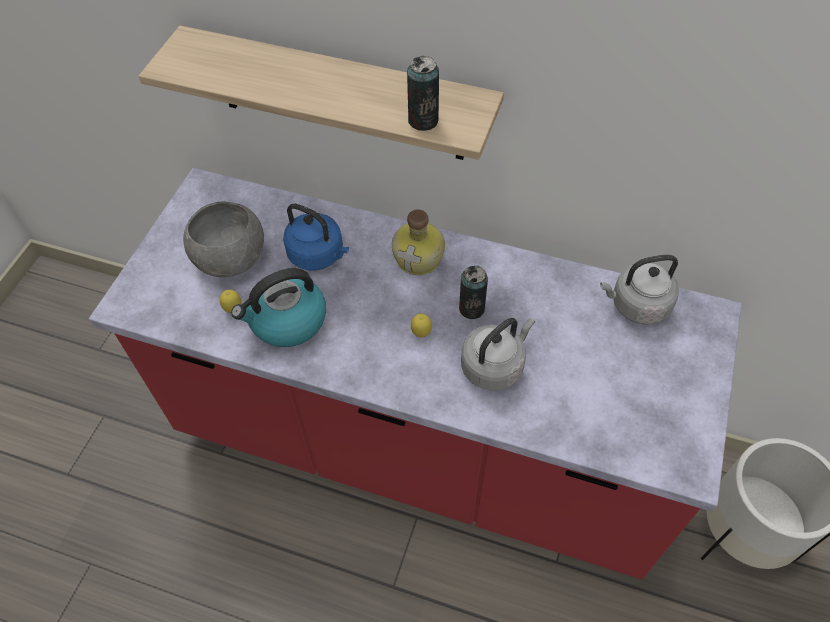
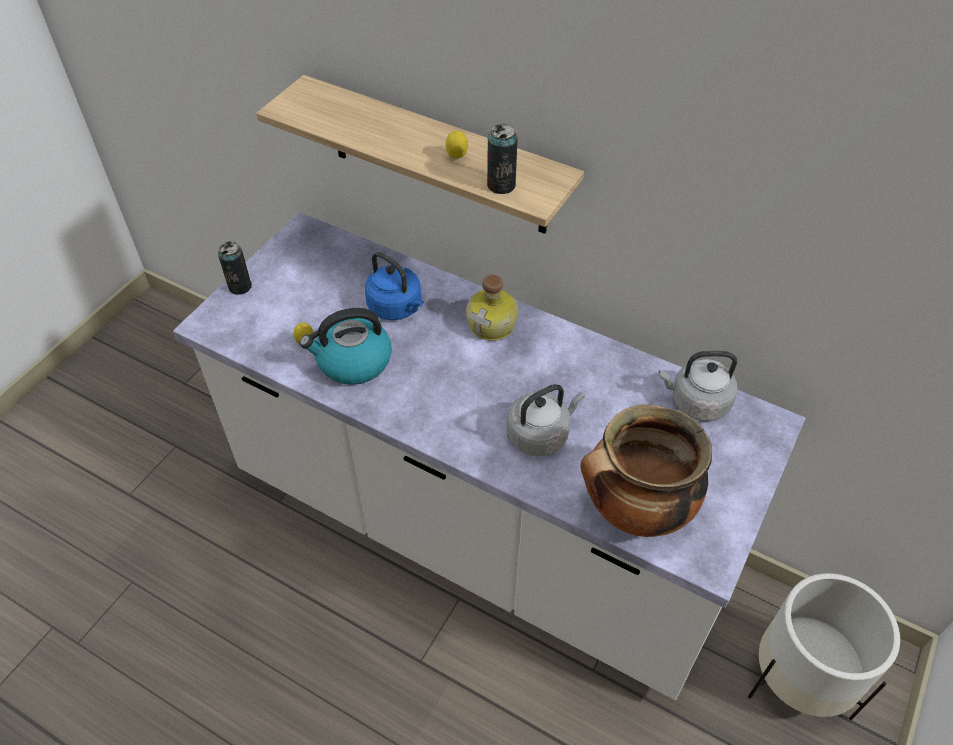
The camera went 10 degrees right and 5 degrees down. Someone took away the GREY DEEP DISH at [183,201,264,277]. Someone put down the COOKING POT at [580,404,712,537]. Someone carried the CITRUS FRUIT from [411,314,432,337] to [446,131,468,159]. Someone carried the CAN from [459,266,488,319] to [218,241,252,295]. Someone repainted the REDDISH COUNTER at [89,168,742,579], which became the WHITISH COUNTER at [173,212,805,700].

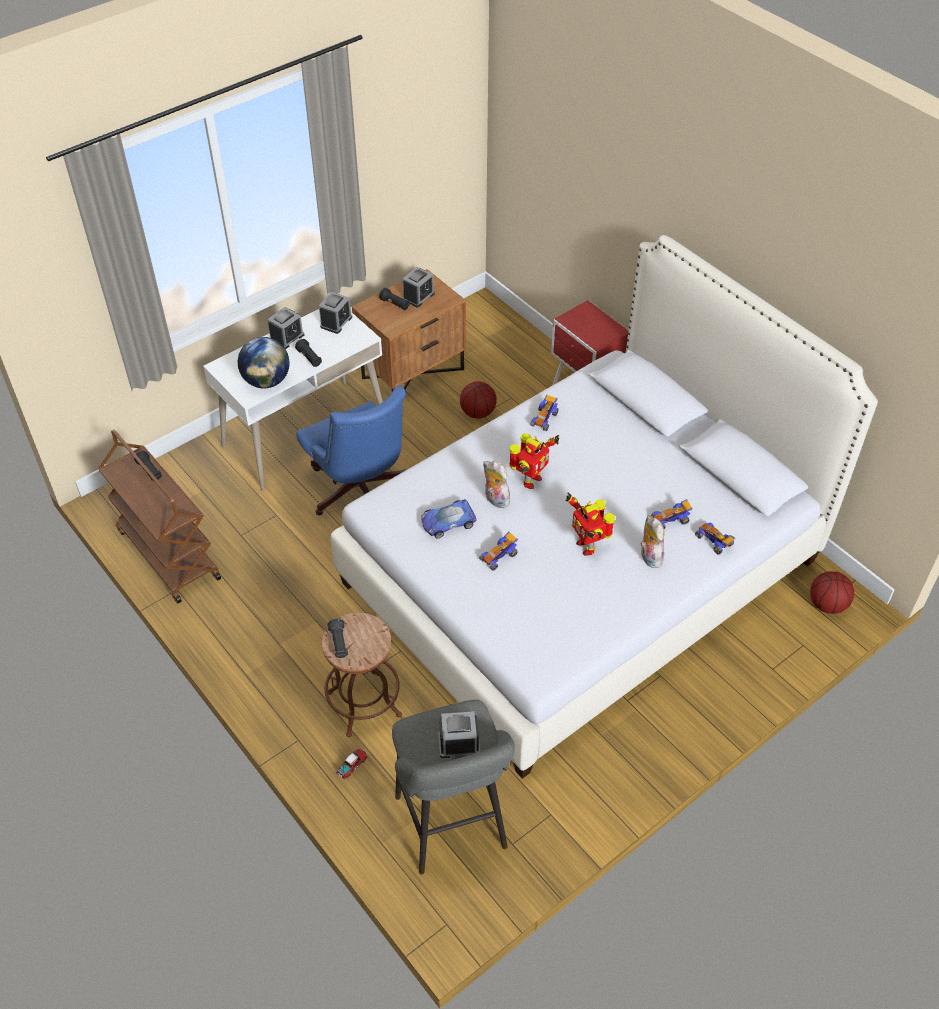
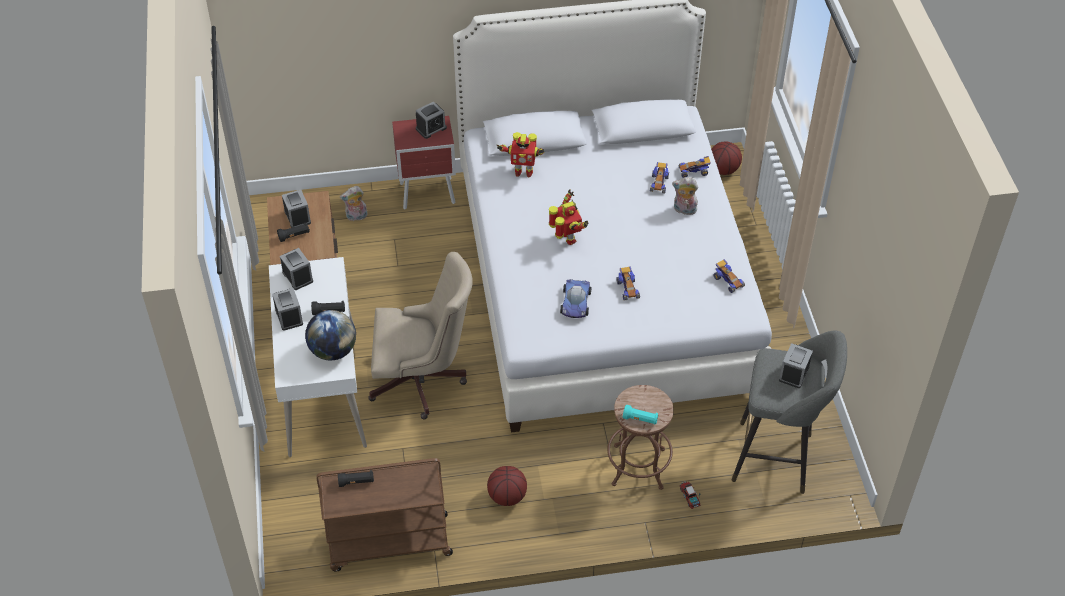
The camera went 60 degrees left and 0 degrees up. Someone put down the TABLE CLOCK at [416,102,447,139]. Someone carried the BASKETBALL BALL from [460,381,497,419] to [487,466,527,506]. Someone carried the CUDDLY TOY from [483,461,510,508] to [340,186,368,221]. Someone carried the MINIATURE CAR from [530,394,559,431] to [714,259,745,293]. Someone carried the MODEL ROBOT from [566,492,615,556] to [497,132,545,177]. Someone repainted the BLUE COMPUTER CHAIR at [296,385,409,515], which became the BEIGE-COLOURED COMPUTER CHAIR at [368,252,473,419]. Someone repainted the BLACK-COLOURED TORCH at [327,618,348,658], which became the TURQUOISE-COLOURED TORCH at [623,405,658,424].

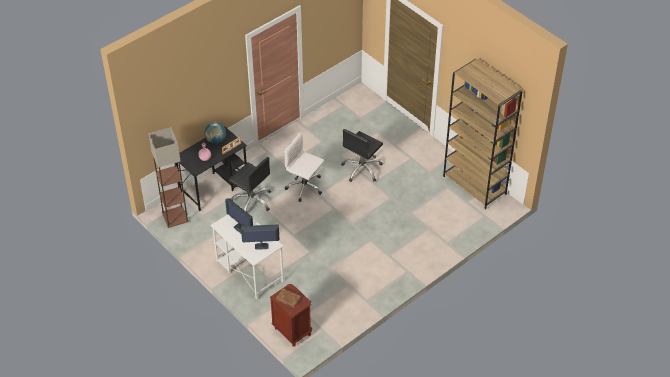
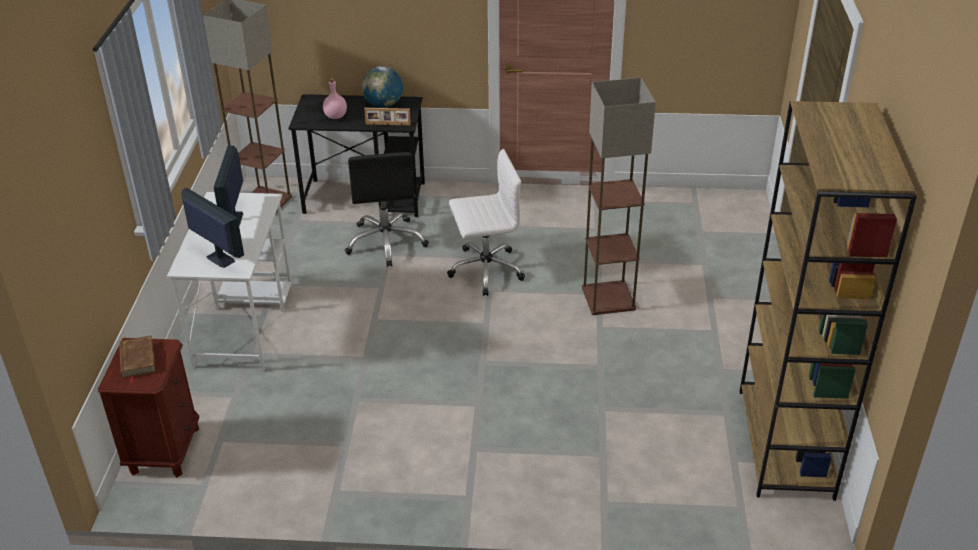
The camera went 45 degrees right and 10 degrees down. Someone swapped the BLACK-COLOURED COMPUTER CHAIR at [341,129,383,182] for the FLOOR LAMP at [582,78,656,315]. Someone rotated the WHITISH COMPUTER CHAIR at [284,132,324,202] by 90 degrees clockwise.

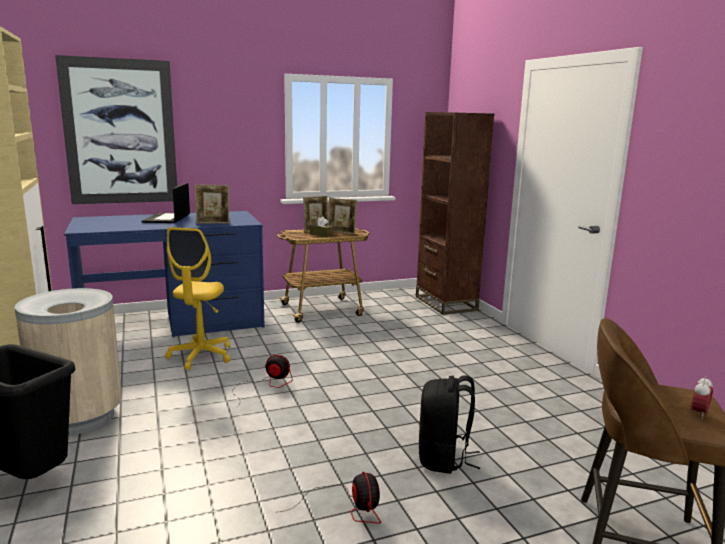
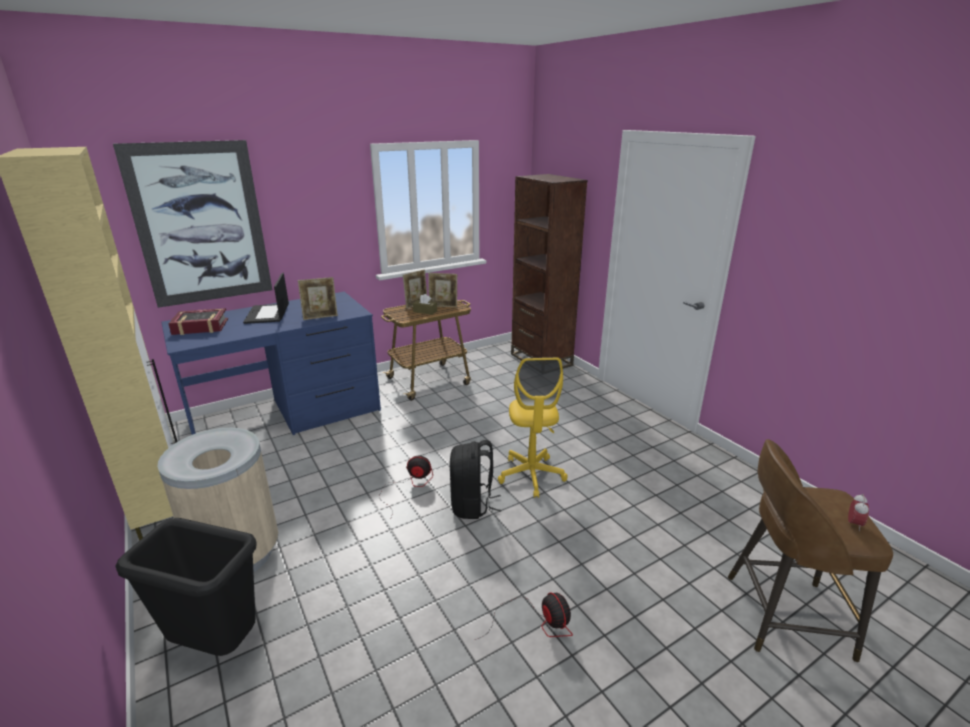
The camera went 10 degrees left and 10 degrees up. Someone put down the VOLUME at [168,308,228,335]. Someone carried the YELLOW COMPUTER CHAIR from [165,227,230,370] to [498,357,568,498]. Someone carried the BLACK-COLOURED BACKPACK from [419,375,480,474] to [450,440,501,519].

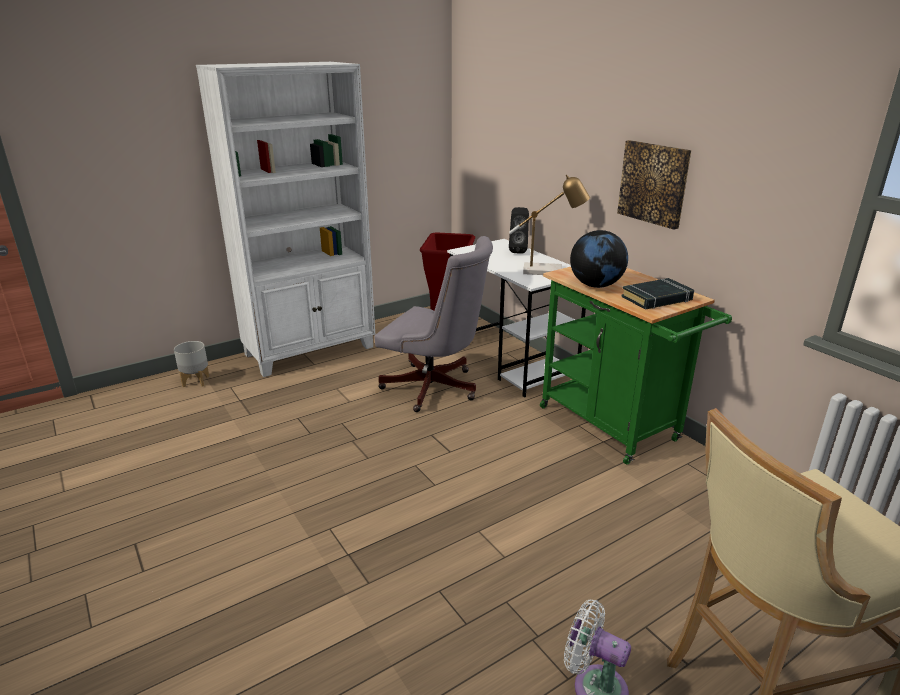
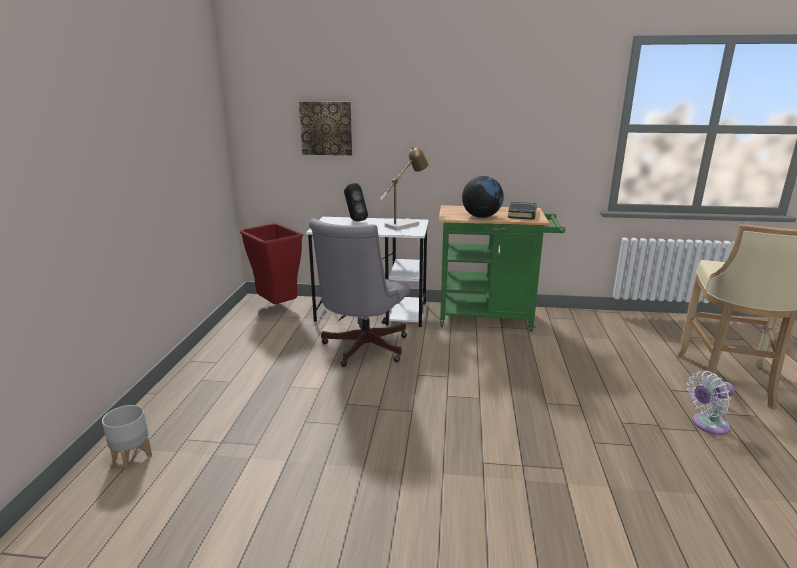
The camera went 50 degrees left and 5 degrees down. Someone took away the WHITISH SHELVING UNIT at [196,62,375,377]. Someone carried the PICTURE from [617,140,691,230] to [299,102,352,155]. Someone rotated the GREY COMPUTER CHAIR at [374,236,493,412] by 135 degrees clockwise.

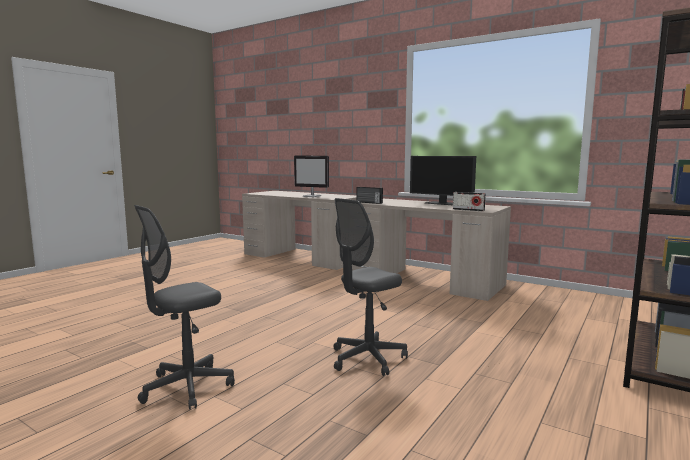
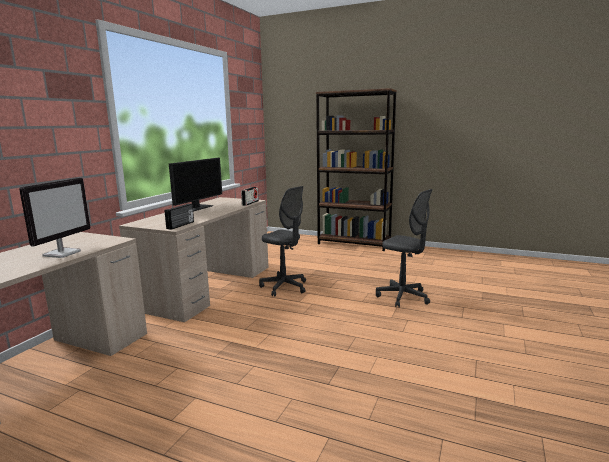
The camera went 100 degrees left and 5 degrees up. Someone carried the GREY COMPUTER CHAIR from [134,205,235,410] to [259,186,306,296].

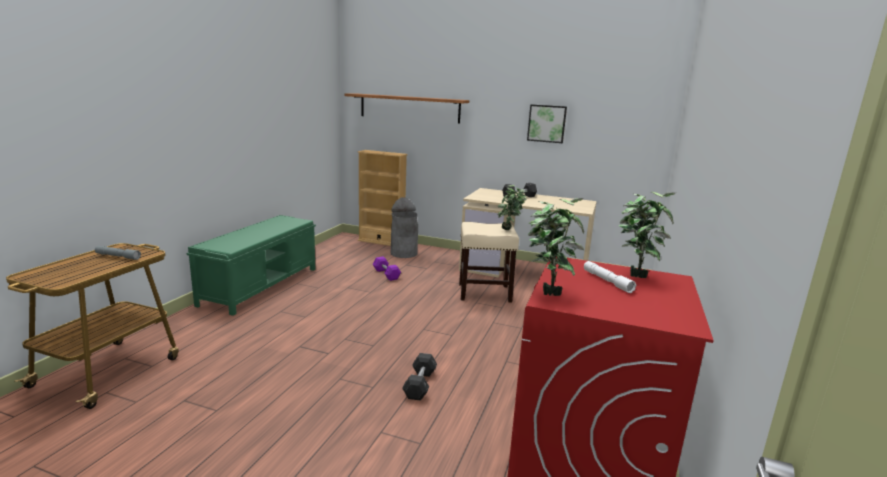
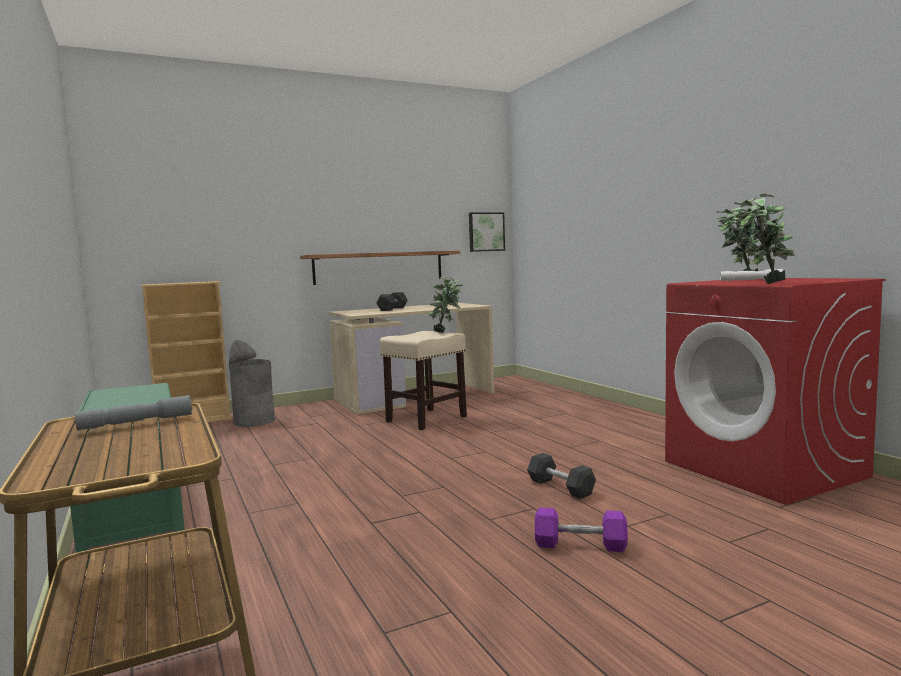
The camera went 45 degrees left and 10 degrees down. Someone carried the SHELF from [345,93,469,123] to [300,251,460,285]. Someone carried the PURPLISH DUMBBELL from [373,257,401,281] to [535,507,628,552]. Someone carried the PICTURE from [527,104,567,143] to [469,212,505,252].

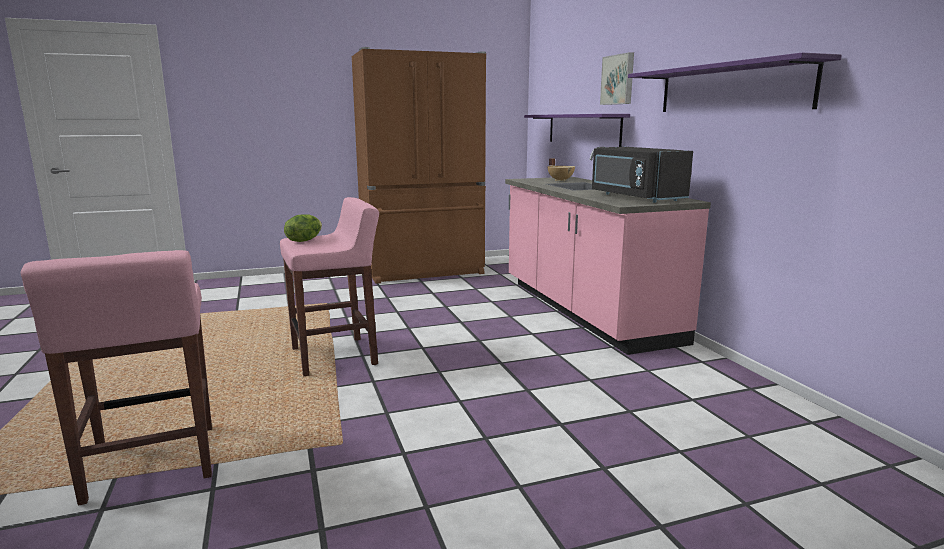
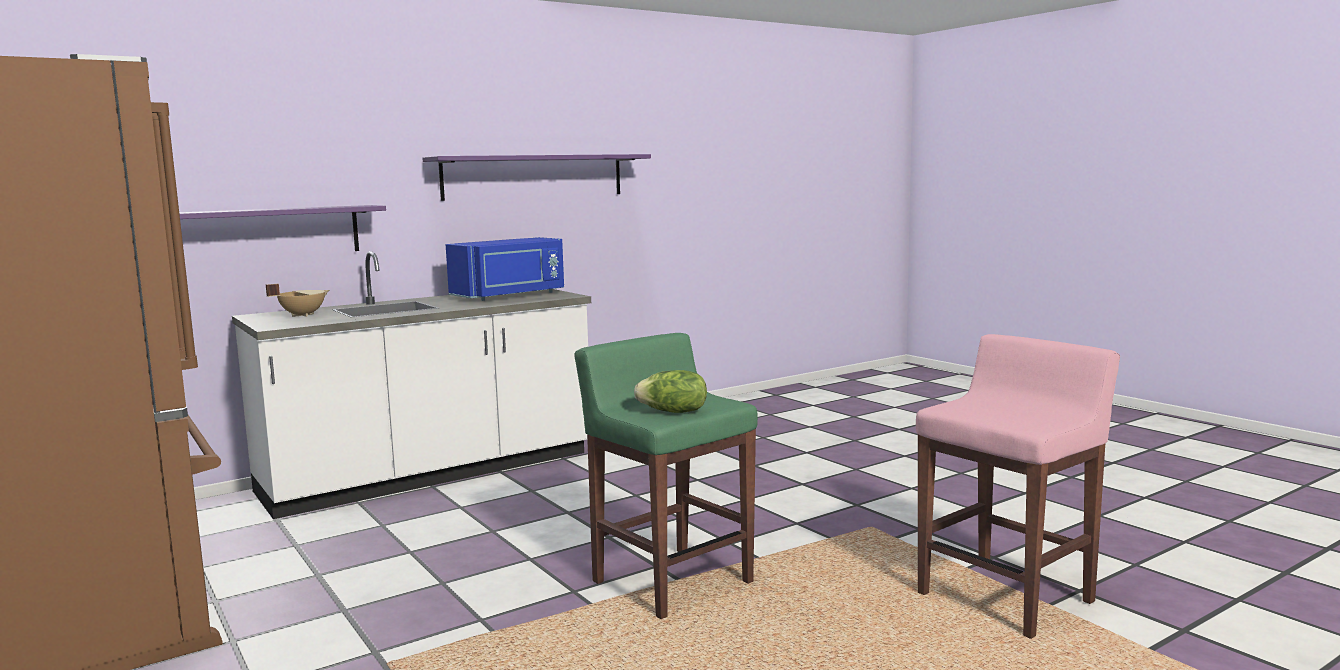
The camera went 105 degrees left and 5 degrees down. Someone took away the PICTURE at [600,52,634,105]. Someone repainted the PINK-COLOURED STOOL at [280,197,379,376], which became the GREENISH STOOL at [574,333,758,619]. Someone repainted the PINK-COLOURED COUNTER at [505,149,711,355], which became the WHITISH COUNTER at [232,251,591,519]. Someone repainted the BLACK-COLOURED MICROWAVE at [592,147,693,203], which became the BLUE MICROWAVE at [446,237,564,301].

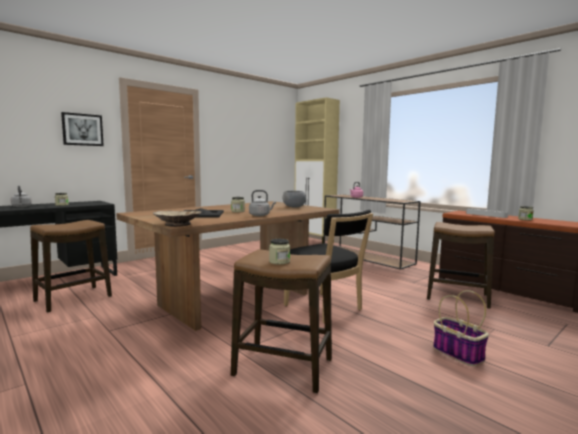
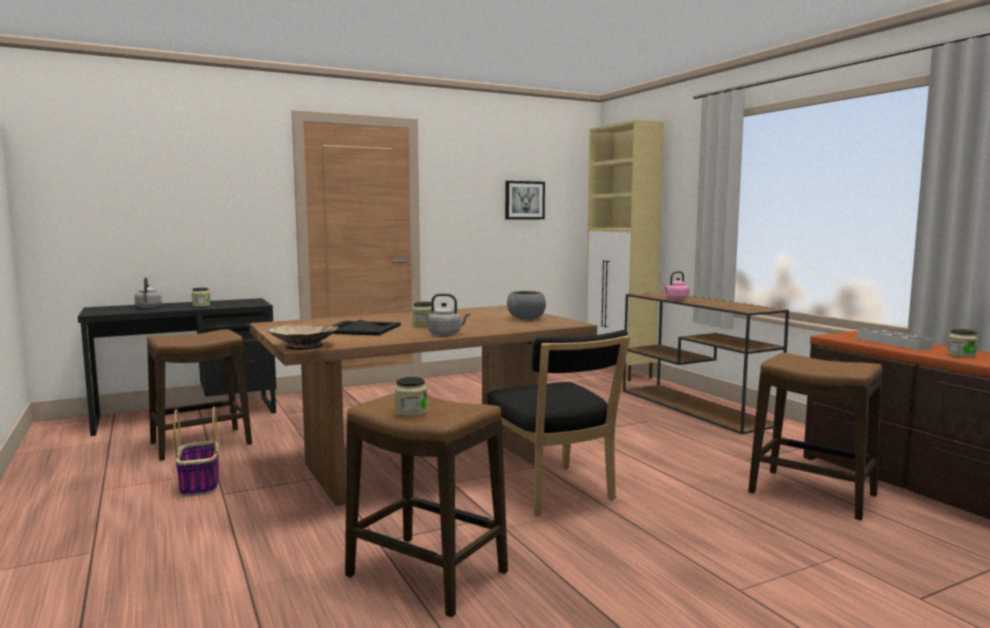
The camera went 15 degrees right and 0 degrees up. Someone carried the PICTURE from [61,112,104,146] to [505,181,545,219]. Someone carried the STORAGE BASKET from [433,290,489,366] to [174,407,219,497].

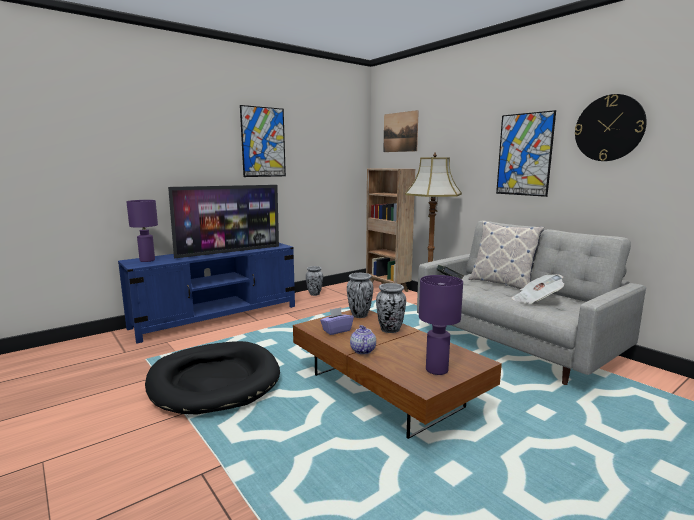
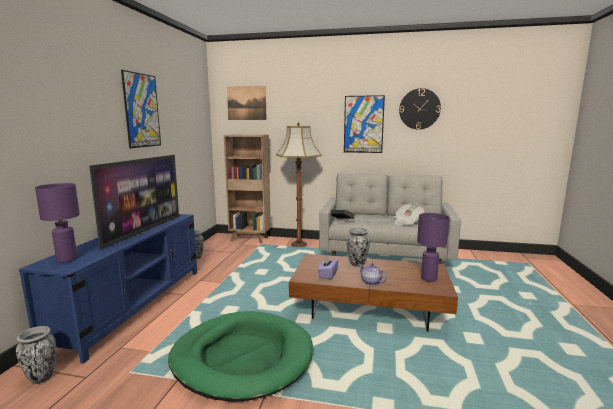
The camera went 40 degrees left and 0 degrees up. Someone took away the CUSHION at [468,221,544,289]. Someone carried the VASE from [347,273,373,318] to [16,326,56,384]. Someone repainted the BLACK-COLOURED DOG CUSHION at [145,341,280,415], which became the GREENISH DOG CUSHION at [168,311,313,402].

